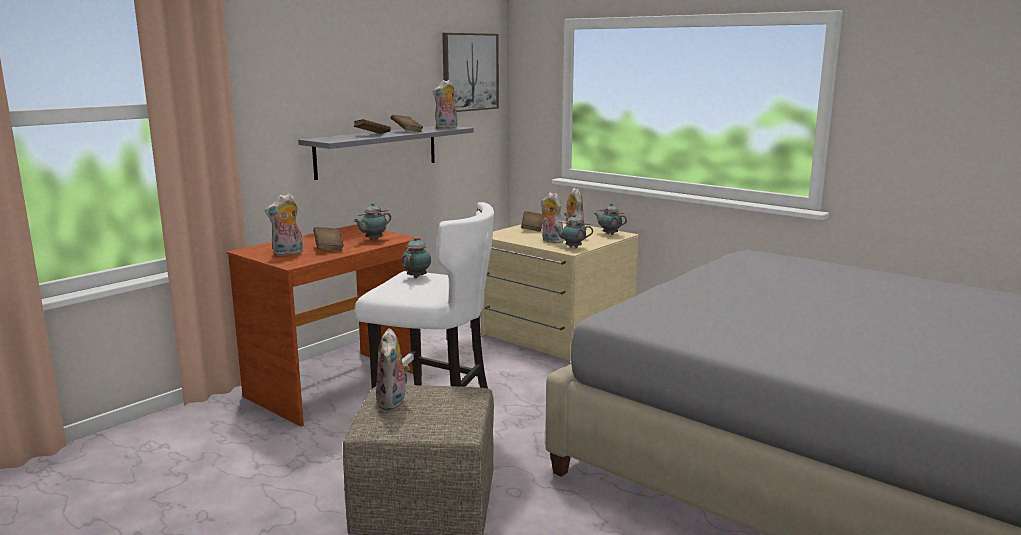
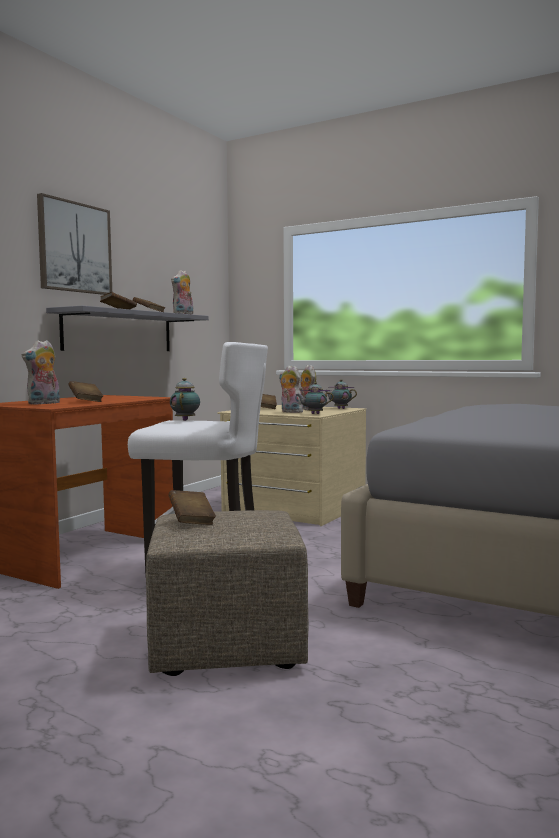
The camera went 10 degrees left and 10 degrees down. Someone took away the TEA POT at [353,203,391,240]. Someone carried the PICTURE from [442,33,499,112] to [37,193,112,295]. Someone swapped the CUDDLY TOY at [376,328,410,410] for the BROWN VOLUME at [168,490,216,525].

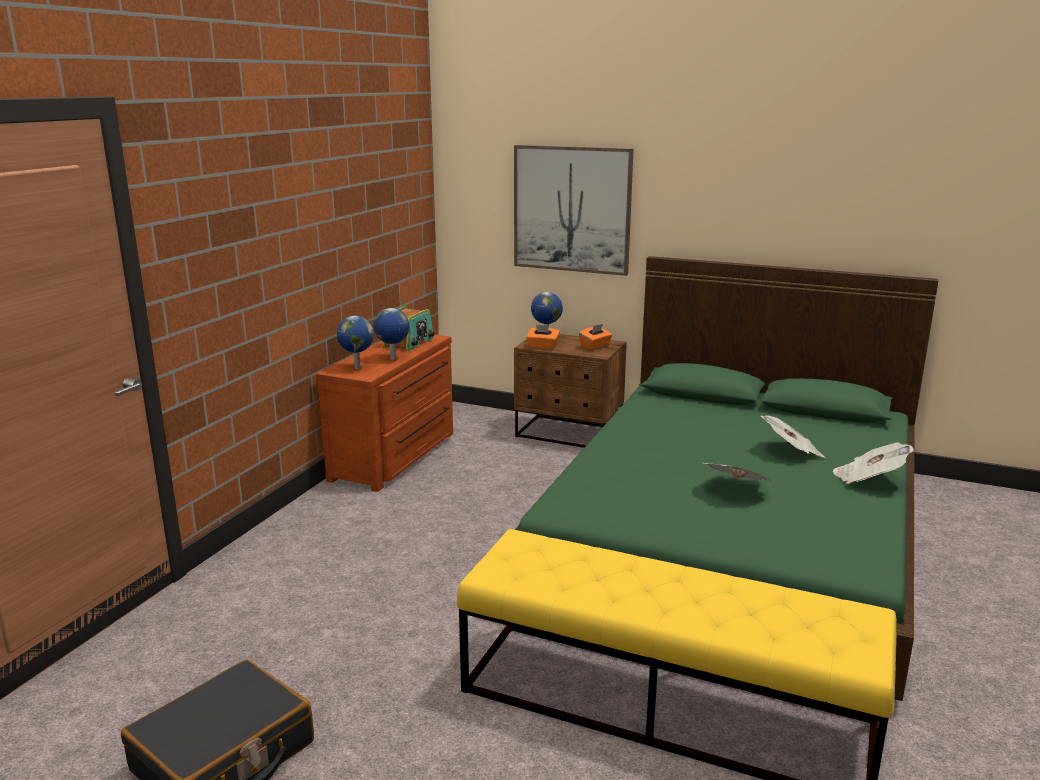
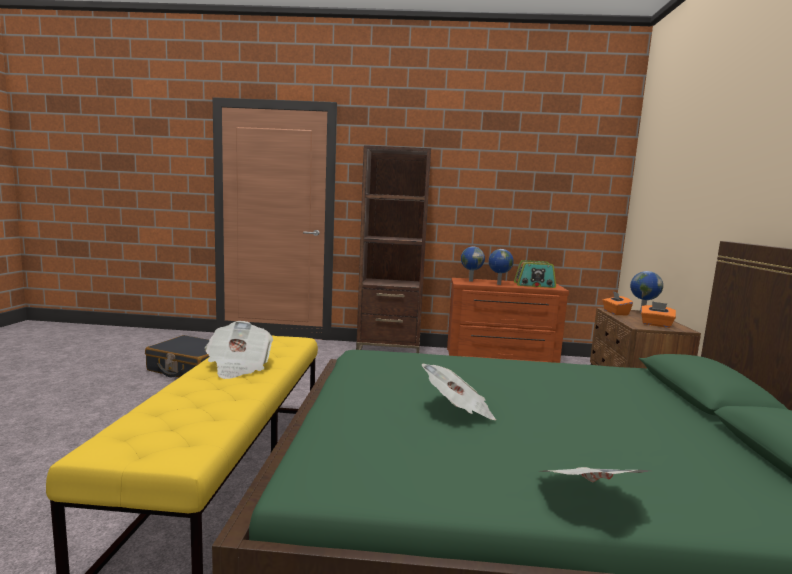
The camera went 70 degrees right and 10 degrees down. Someone took away the PICTURE at [514,145,634,276]. Someone put down the BROWN SHELVING UNIT at [356,145,431,353]. Someone carried the DAILY PAPER from [761,415,826,458] to [205,321,273,379].

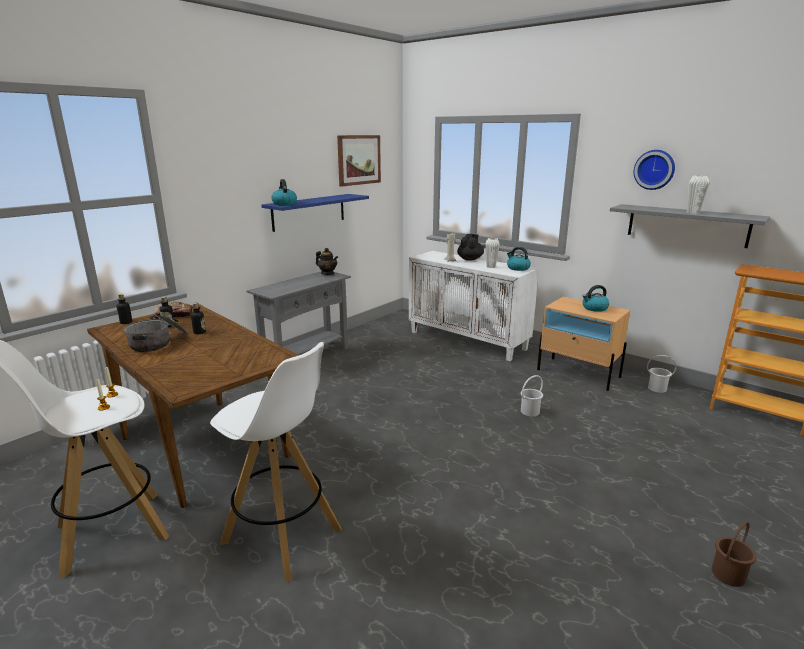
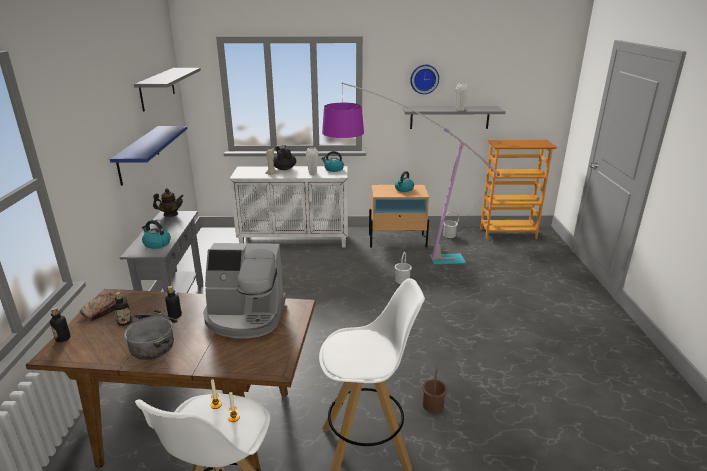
The camera went 40 degrees left and 5 degrees up. Someone put down the COFFEE MACHINE at [203,243,286,338]. Someone put down the FLOOR LAMP at [322,82,500,264]. Someone carried the KETTLE from [271,179,297,205] to [142,220,171,249]. Someone carried the BROWN PAIL from [712,521,757,587] to [422,366,447,413]. Someone swapped the PICTURE at [337,135,381,187] for the GREY SHELF at [134,68,201,111].

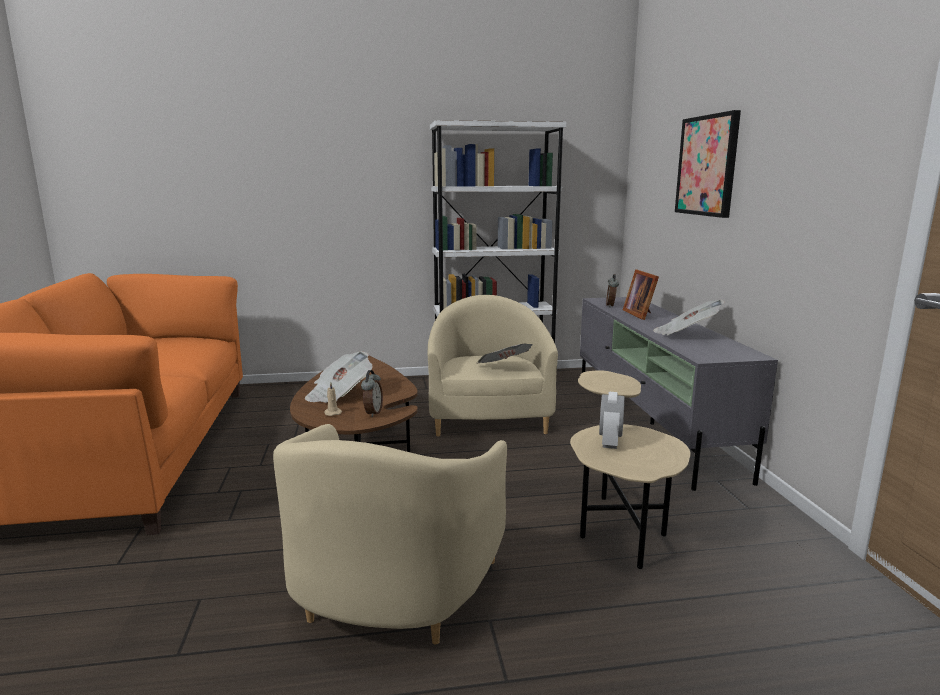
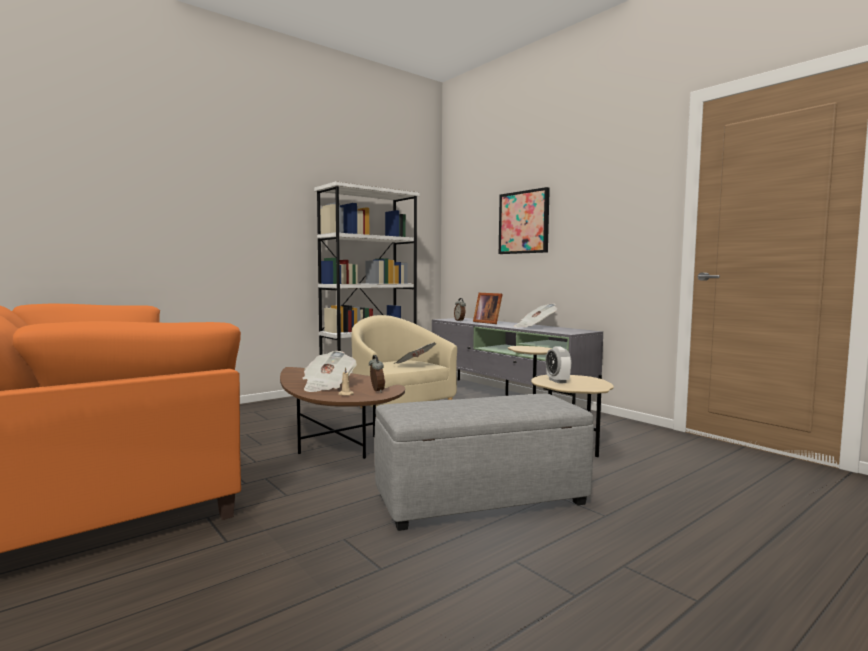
The camera went 30 degrees left and 10 degrees down. Someone swapped the BEIGE-COLOURED LOUNGE CHAIR at [273,424,507,644] for the GREY POUFFE at [375,394,594,531].

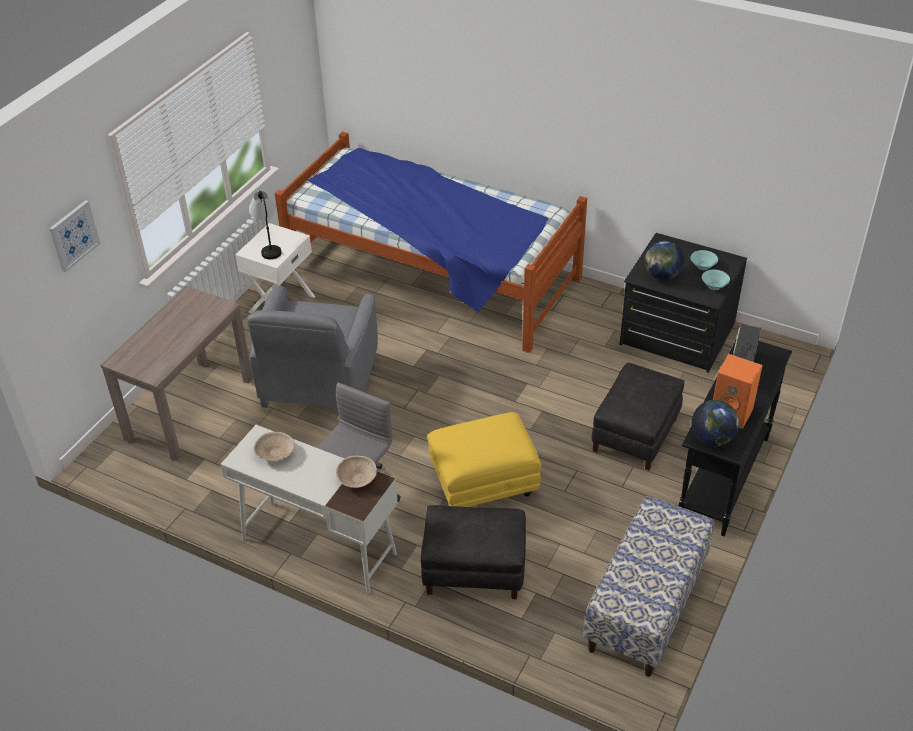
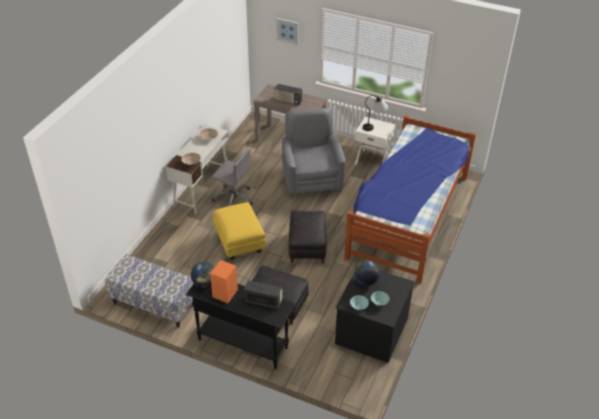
The camera went 85 degrees right and 0 degrees up. Someone put down the RADIO at [274,84,303,105]. Someone carried the BLACK-COLOURED POUFFE from [421,505,526,599] to [289,211,326,263]. Someone rotated the GREY LOUNGE CHAIR at [247,286,378,408] by 75 degrees clockwise.

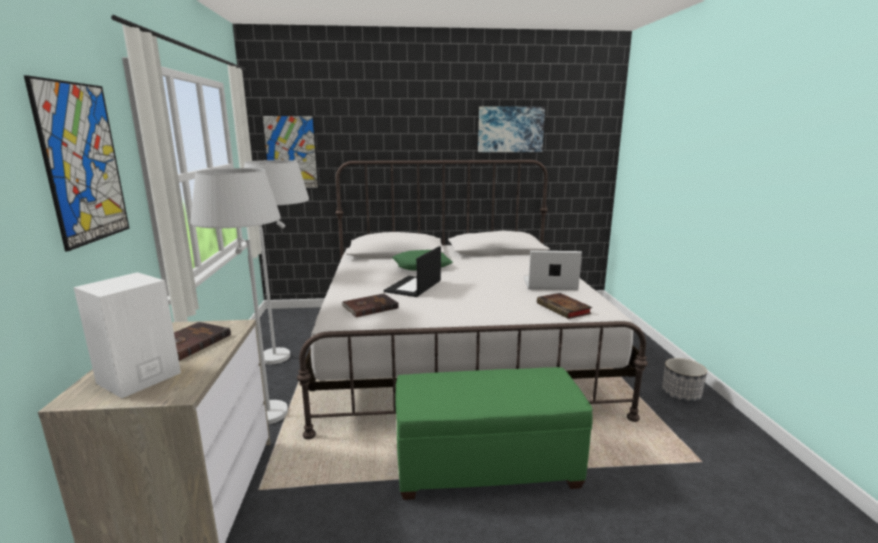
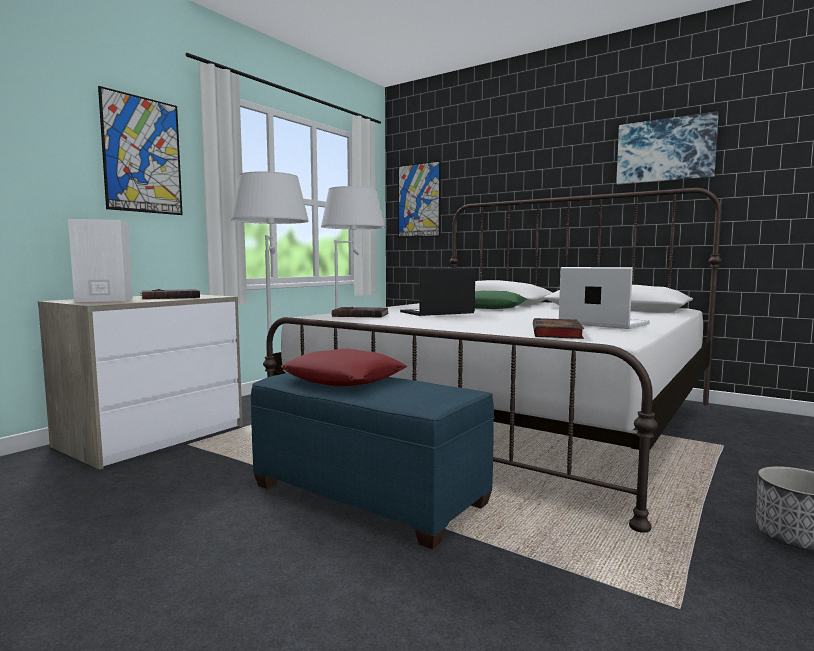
The camera went 40 degrees right and 10 degrees down. Someone put down the REDDISH CUSHION at [280,348,407,386]. Someone repainted the GREENISH POUFFE at [395,367,593,500], which became the BLUE POUFFE at [251,373,495,549].

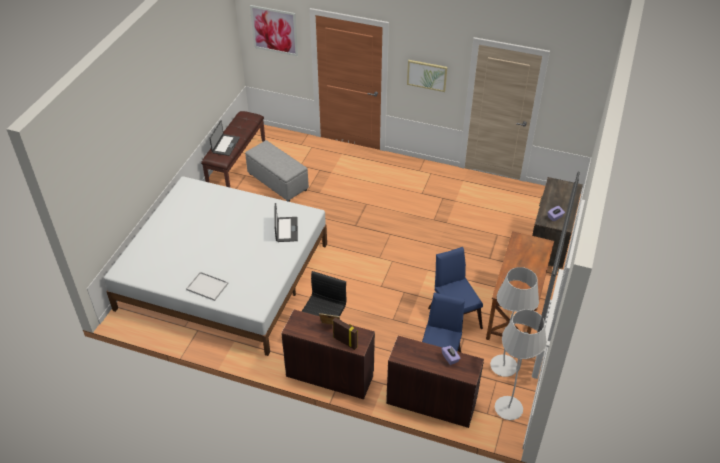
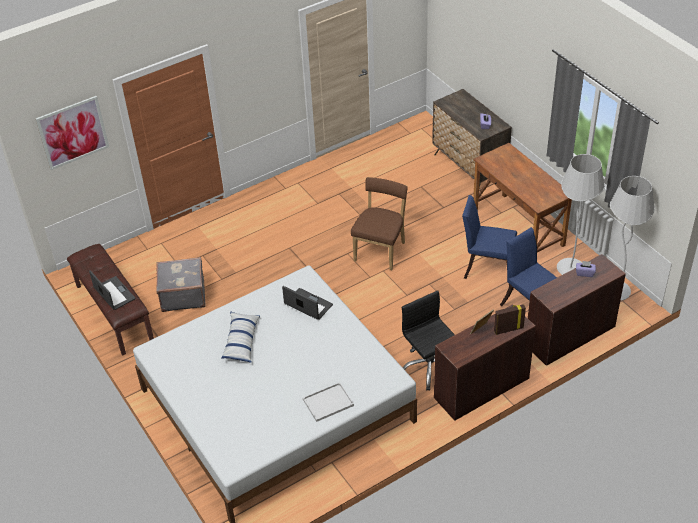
The camera went 50 degrees left and 0 degrees up. Someone took away the PICTURE at [407,60,447,92]. Someone put down the CUSHION at [221,311,260,363]. Someone put down the BROWN UPRIGHT CHAIR at [351,177,408,270]. Someone swapped the GREY POUFFE at [245,140,309,202] for the GREY TRAVEL CASE at [156,257,206,312].

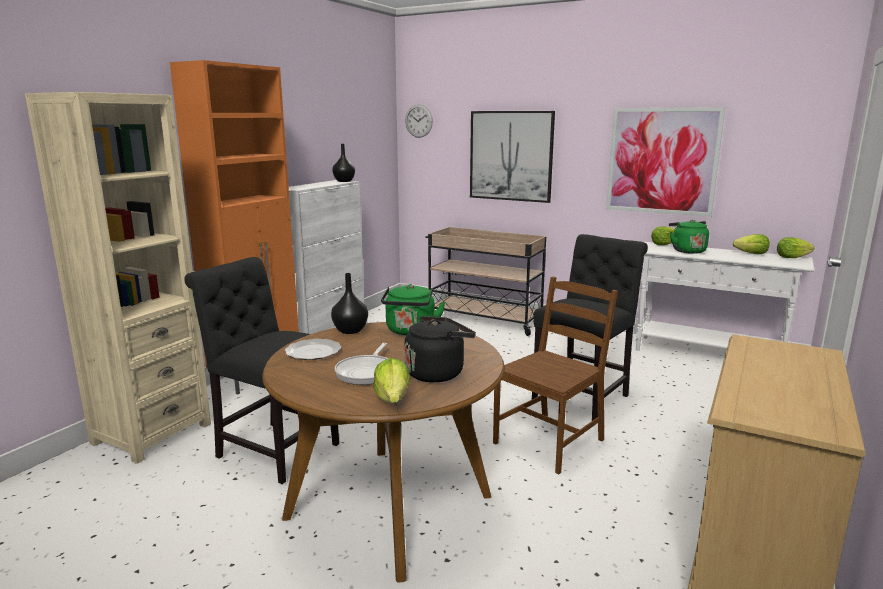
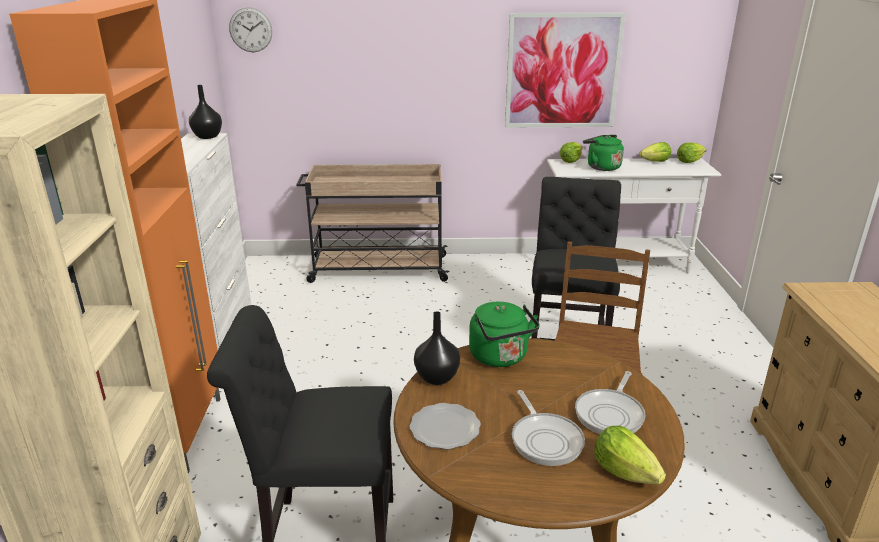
The camera went 30 degrees left and 10 degrees up. Someone took away the PICTURE at [470,111,555,203]. Someone swapped the BLACK-COLOURED KETTLE at [404,316,476,382] for the PAN at [575,371,645,434].

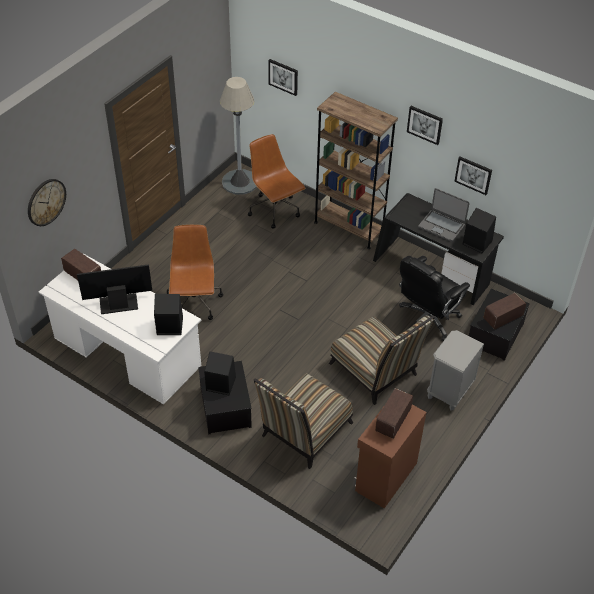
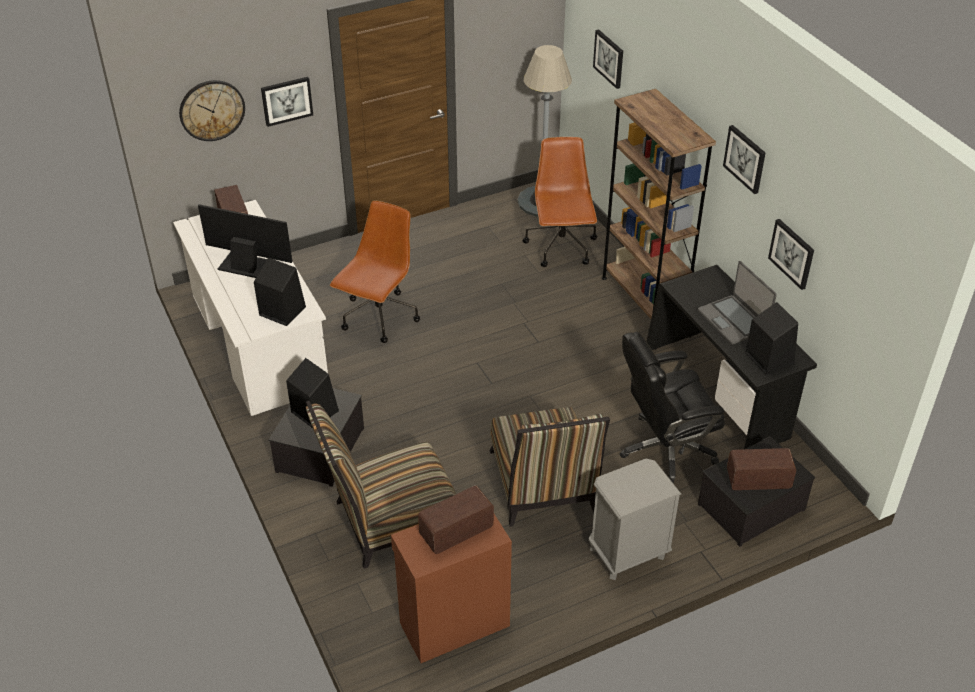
The camera went 30 degrees right and 5 degrees down. Someone put up the PICTURE at [261,77,313,127].

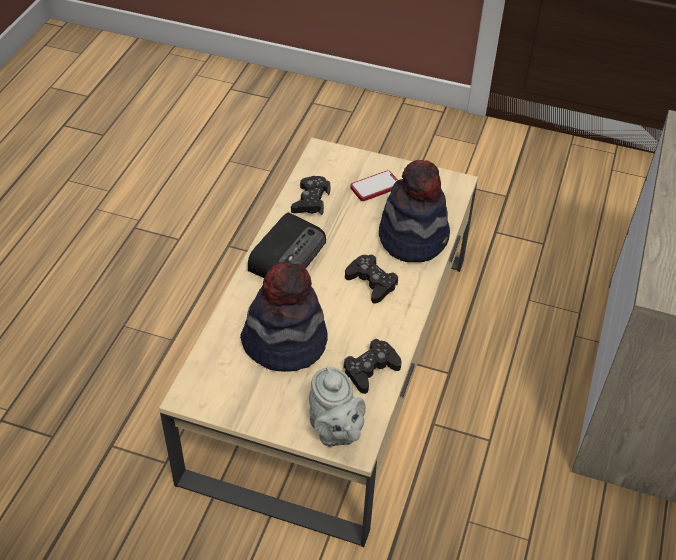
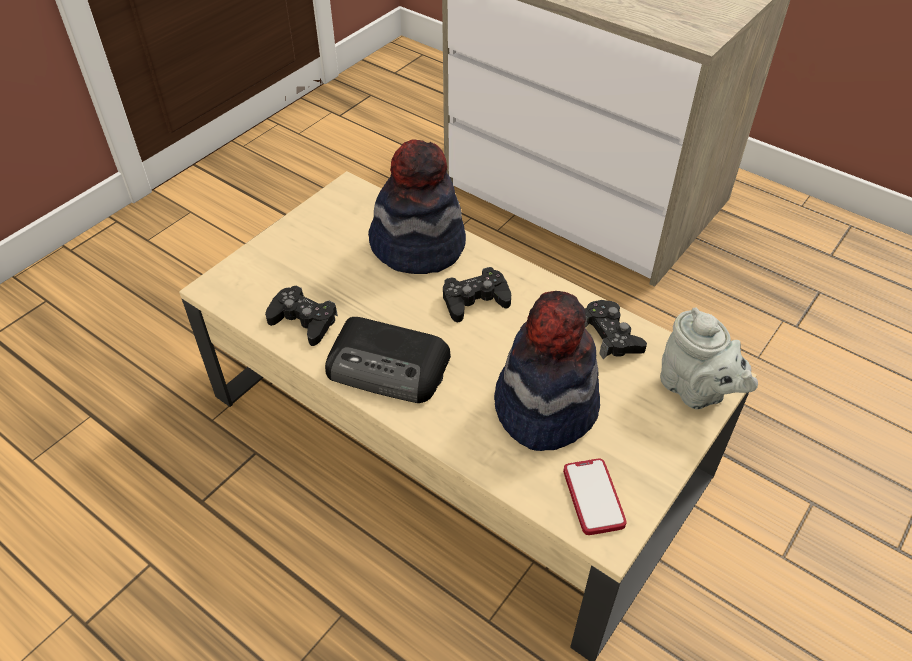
The camera went 70 degrees left and 0 degrees up. Someone carried the TELEPHONE from [350,170,398,201] to [563,458,627,535]. Someone rotated the RADIO at [248,213,326,278] by 150 degrees clockwise. Someone rotated the GREY TEA POT at [309,367,366,447] by 60 degrees clockwise.

